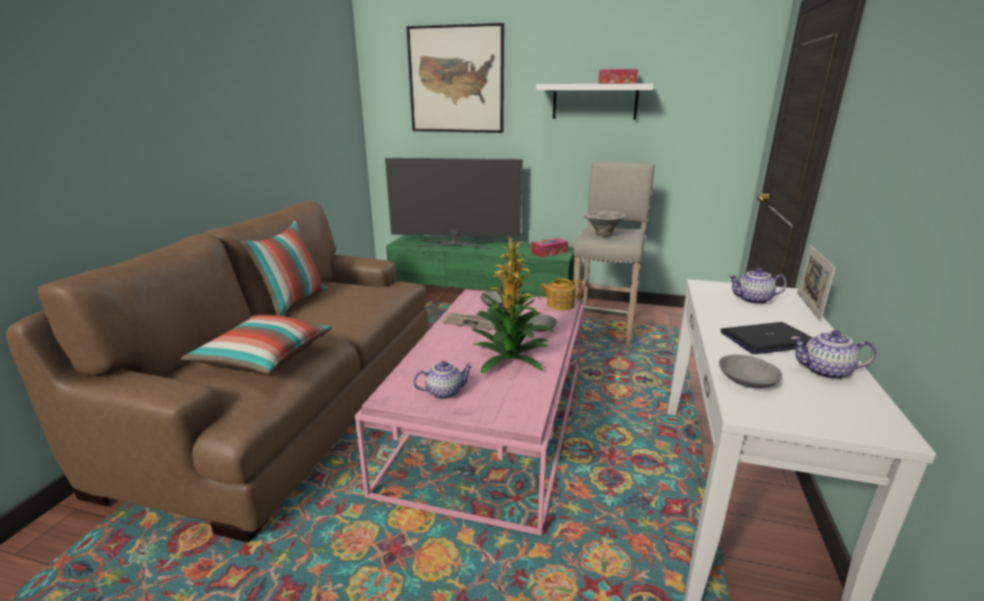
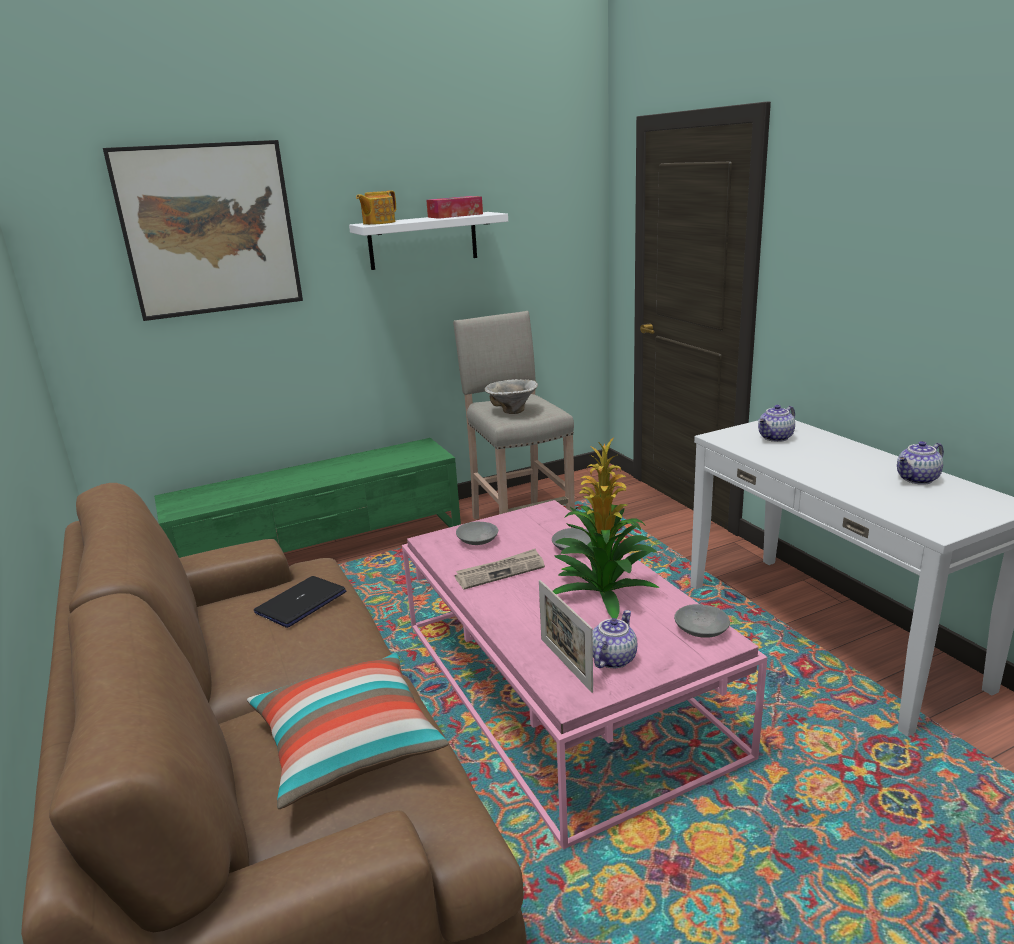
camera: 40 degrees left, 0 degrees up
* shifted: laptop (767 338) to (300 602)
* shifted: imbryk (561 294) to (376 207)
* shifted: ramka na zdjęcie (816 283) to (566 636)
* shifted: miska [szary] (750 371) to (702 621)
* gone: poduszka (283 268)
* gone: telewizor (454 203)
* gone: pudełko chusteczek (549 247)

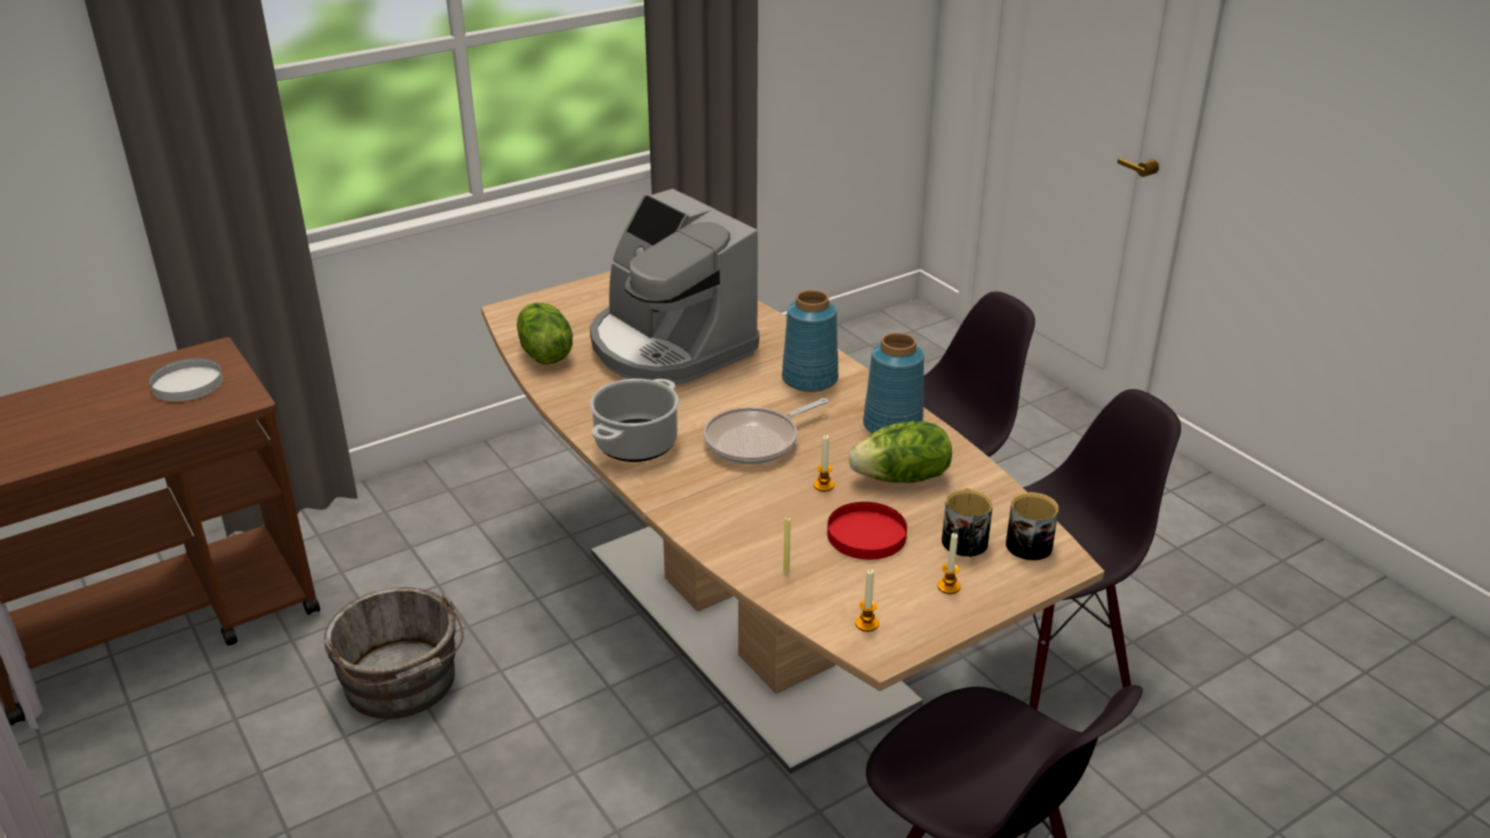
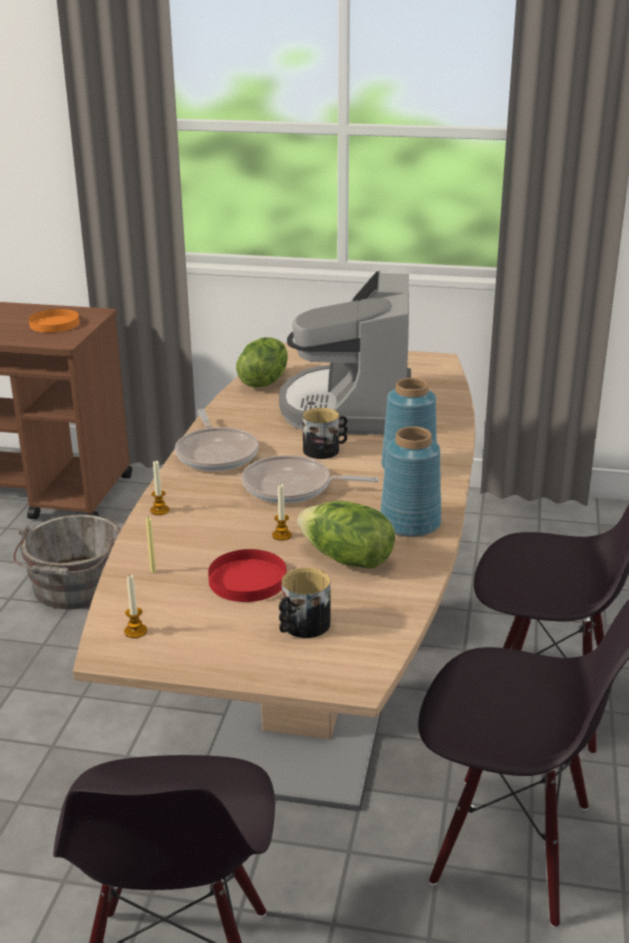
camera: 45 degrees right, 5 degrees down
* repainted: talerz [biały] (186 380) to talerz [pomarańczowy] (54 321)
* shifted: świeca (949 563) to (159 488)
* swapped: garnek (634 420) to patelnia (217 440)
* shifted: kubek (1032 526) to (325 433)

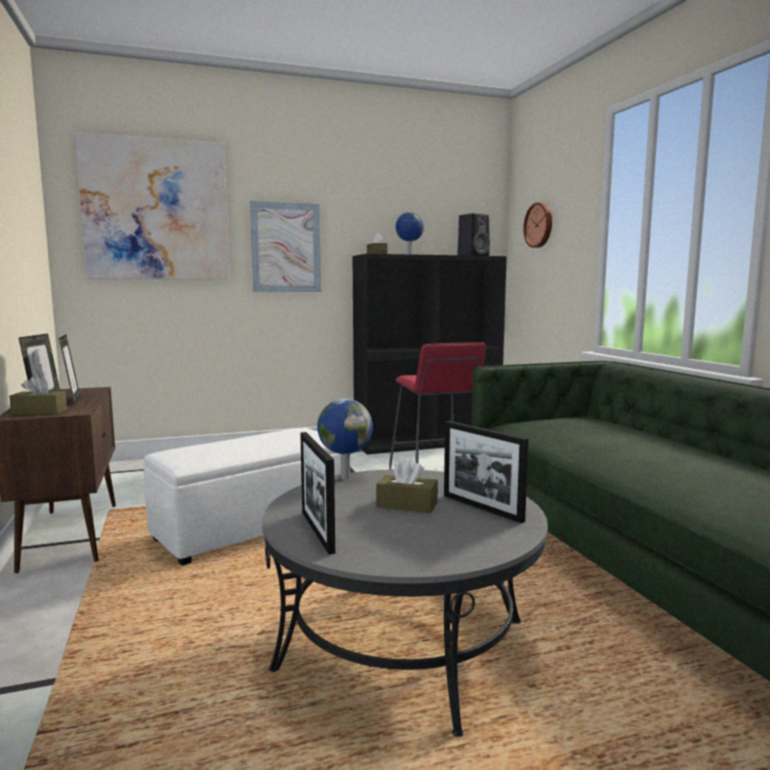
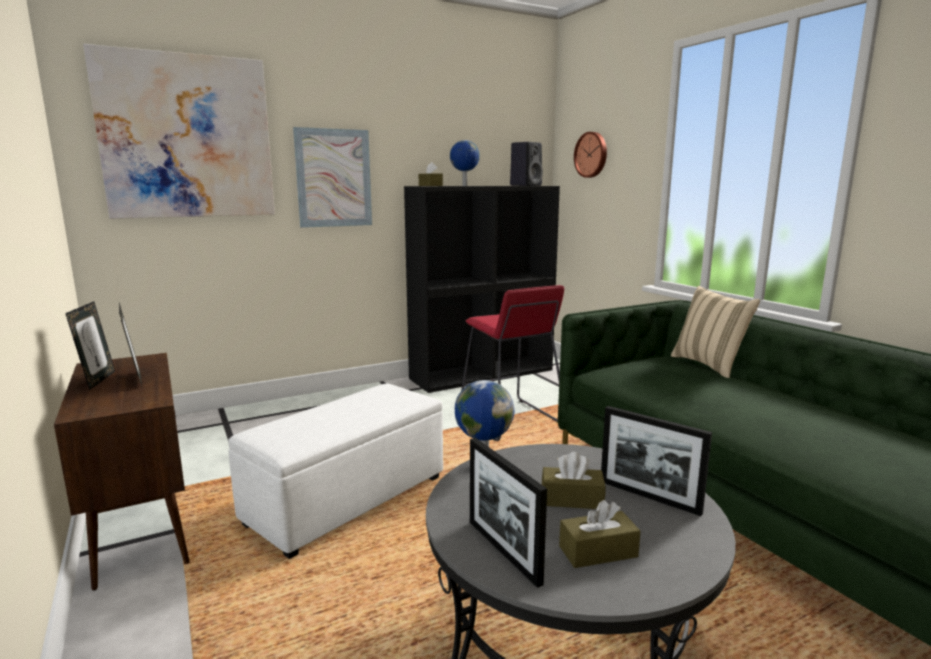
camera: 10 degrees left, 5 degrees up
* shifted: pudełko chusteczek [brązowy] (38 395) to (600 534)
* new: poduszka [beżowy] (715 332)

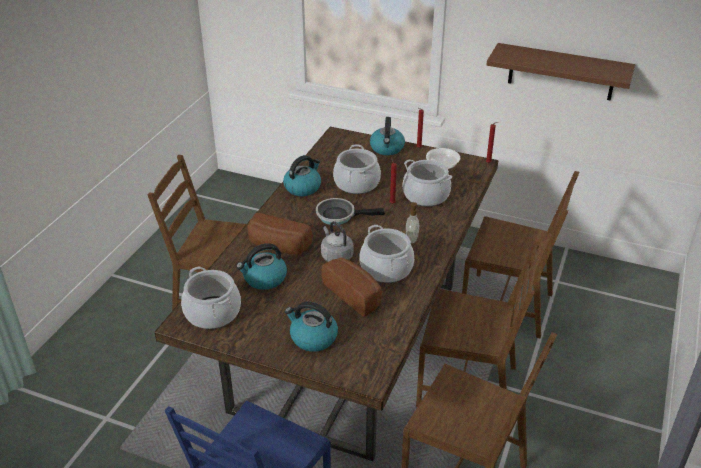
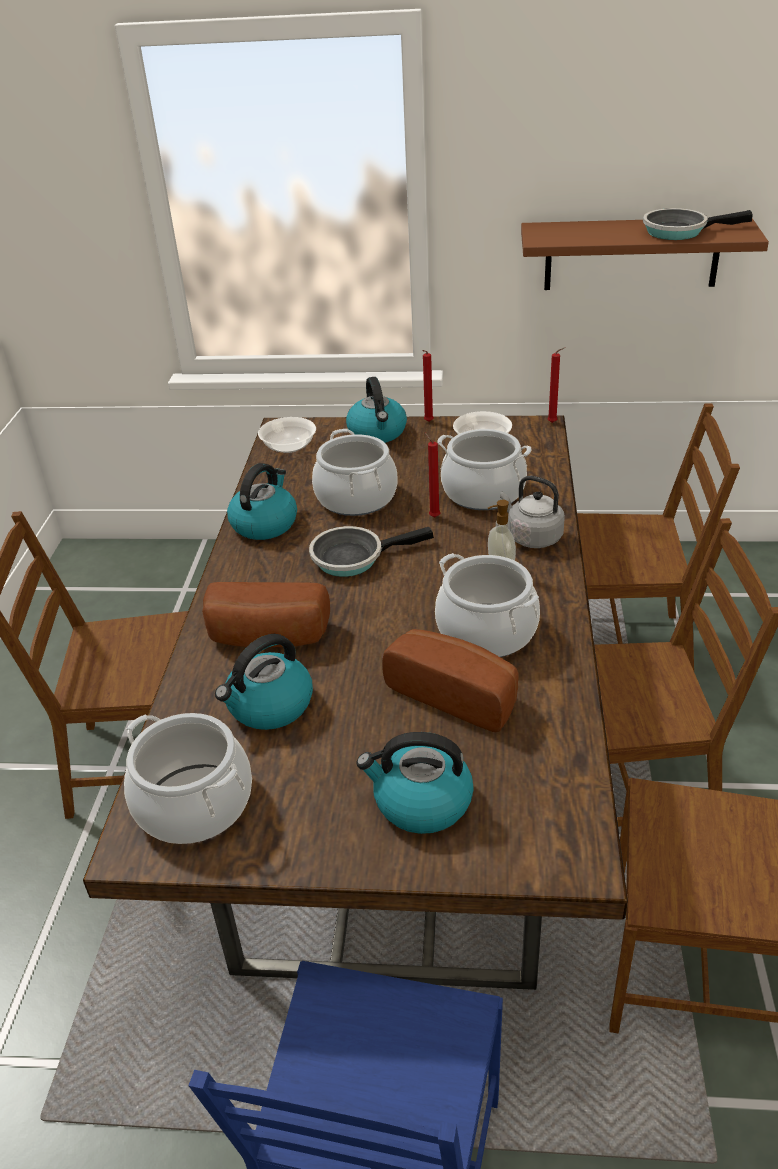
camera: 15 degrees left, 0 degrees up
* new: miska (287 435)
* shifted: czajnik [szary] (337 241) to (532 512)
* new: patelnia (698 224)

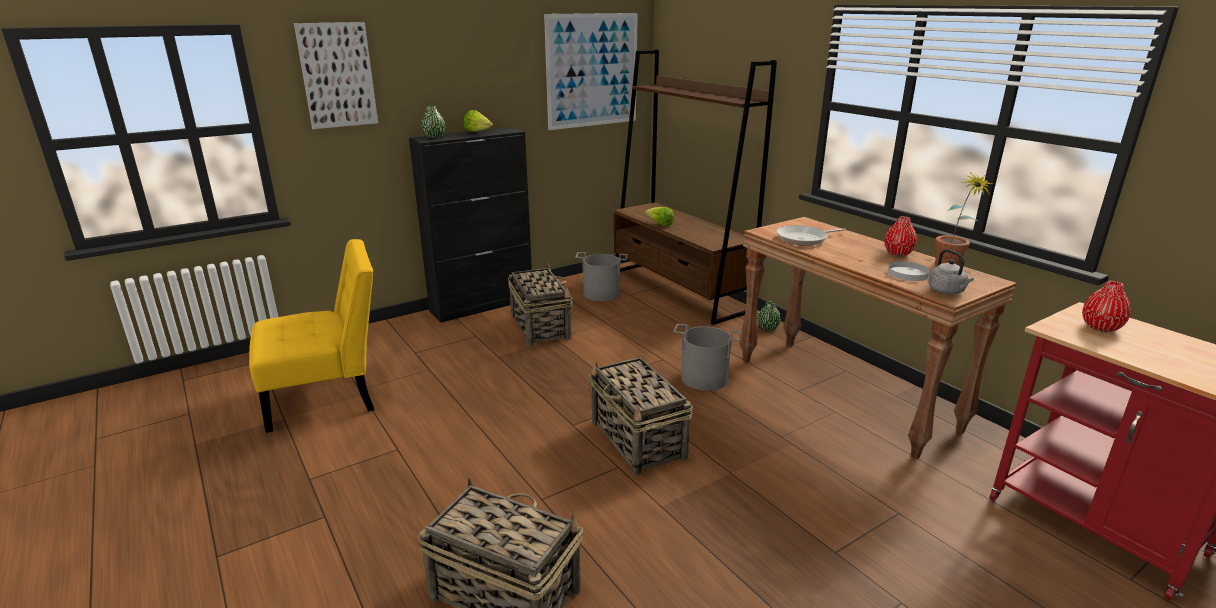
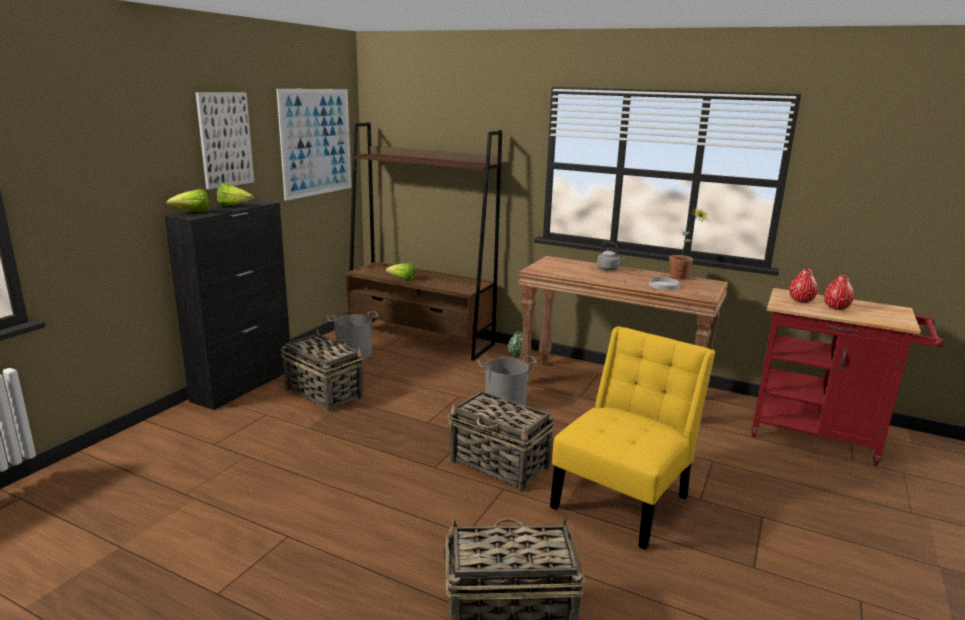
camera: 30 degrees left, 5 degrees down
* swapped: wazon [zielony] (433 122) to sałata (188 201)
* shifted: obraz (336 75) to (225 141)
* shifted: krzesło [żółty] (311 336) to (632 438)
* shifted: czajnik [szary] (951 271) to (611 256)
* shifted: wazon [czerwony] (900 236) to (839 292)
* gone: patelnia (811 235)

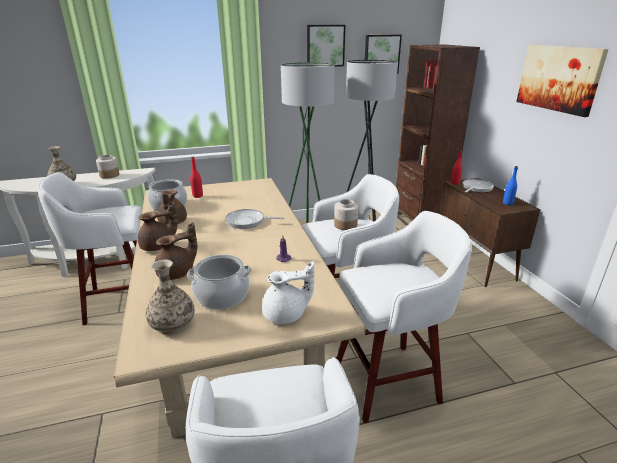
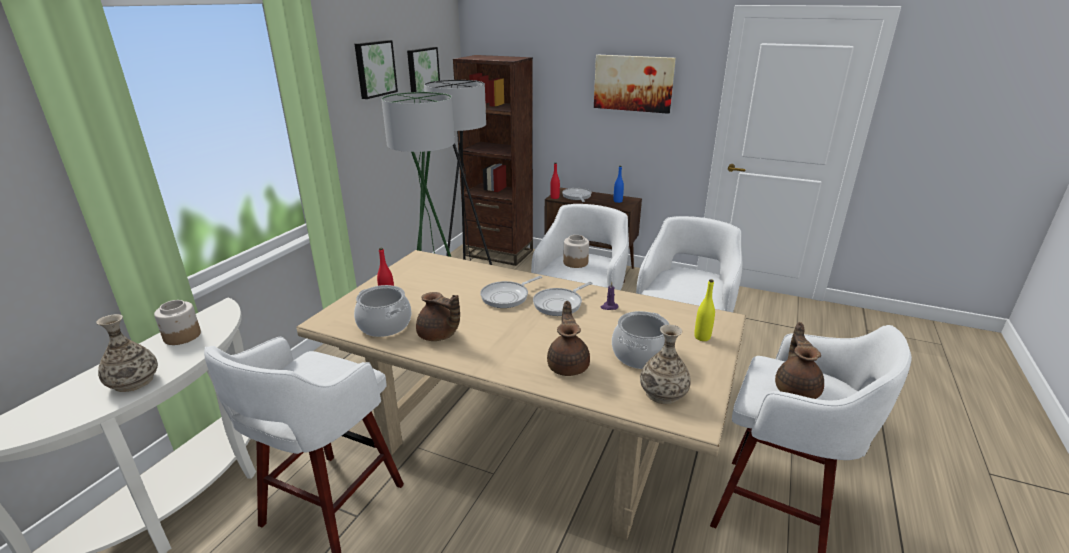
camera: 50 degrees left, 0 degrees up
* new: patelnia (562 299)
* swapped: imbryk [biały] (288 292) to butelka [żółty] (704 310)
* shifted: imbryk [brązowy] (158 226) to (799 360)

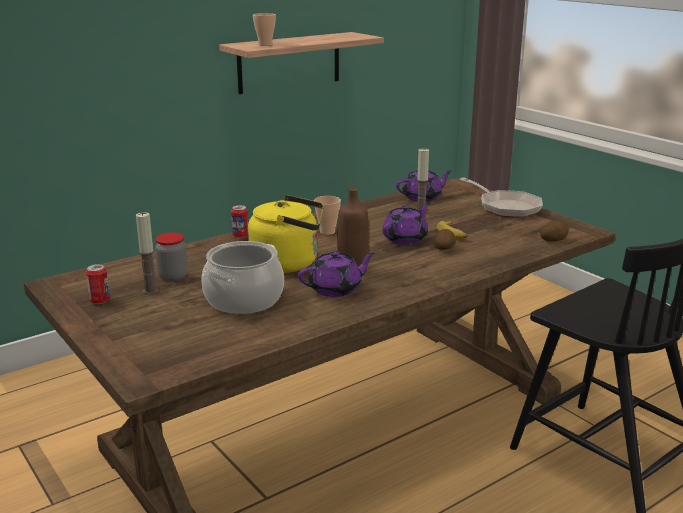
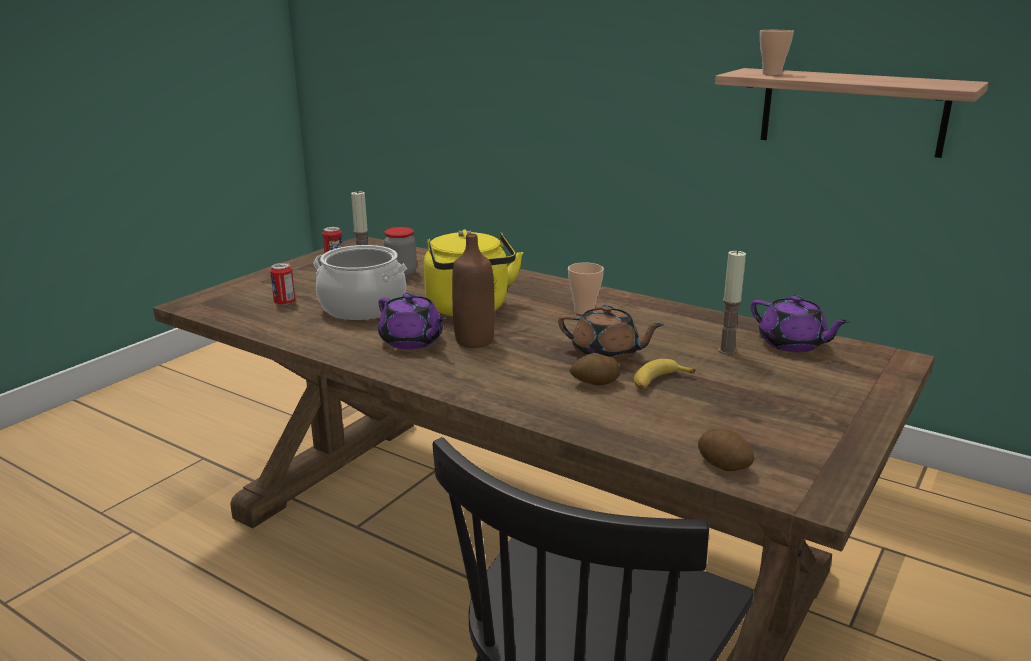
camera: 70 degrees right, 0 degrees up
* shifted: puszka (239 221) to (282 284)
* repainted: imbryk [fioletowy] (405 224) to imbryk [brązowy] (611 334)
* gone: patelnia (501 197)

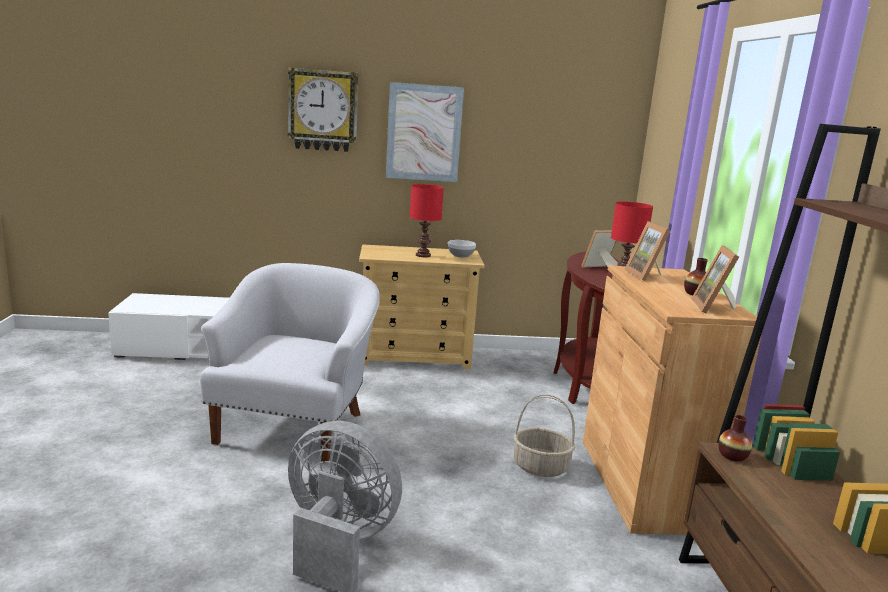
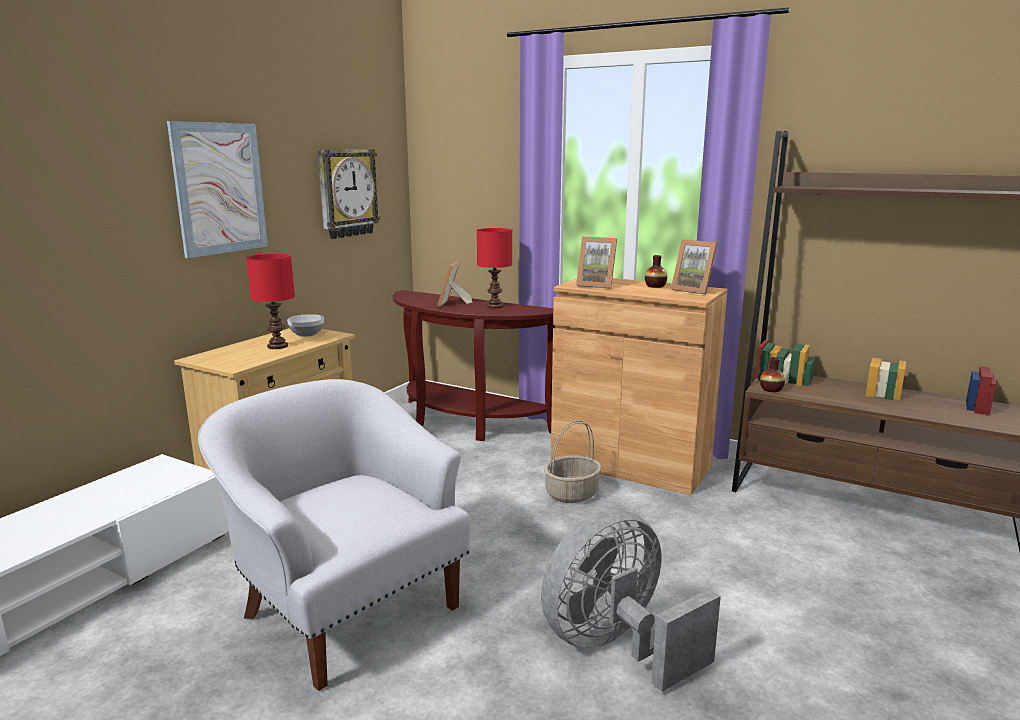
camera: 55 degrees left, 0 degrees up
* shifted: zegar ścienny (323 110) to (349 194)

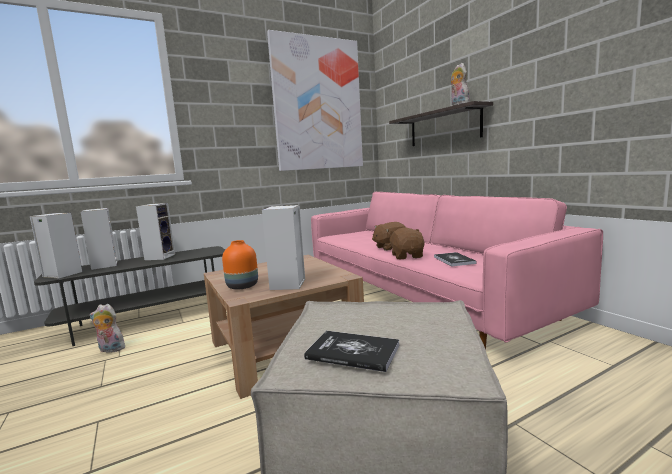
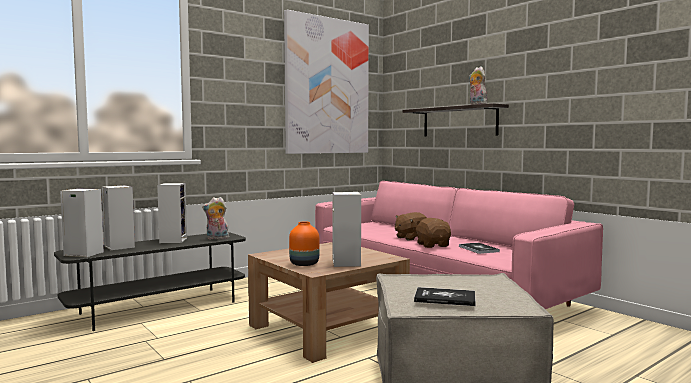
camera: 10 degrees left, 5 degrees down
* shifted: pluszak (107 328) to (215 218)

